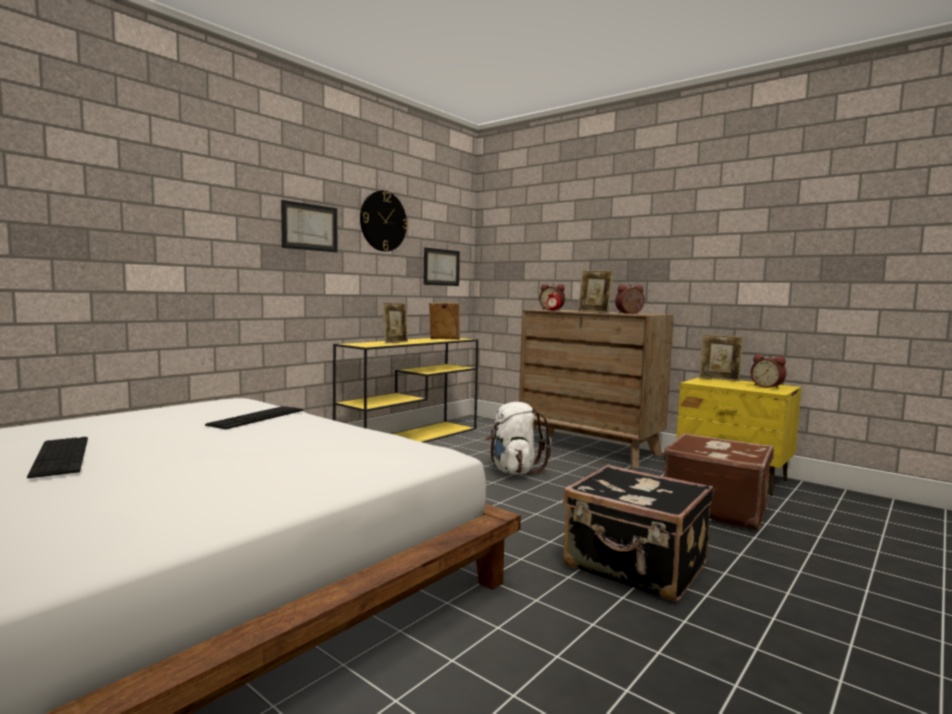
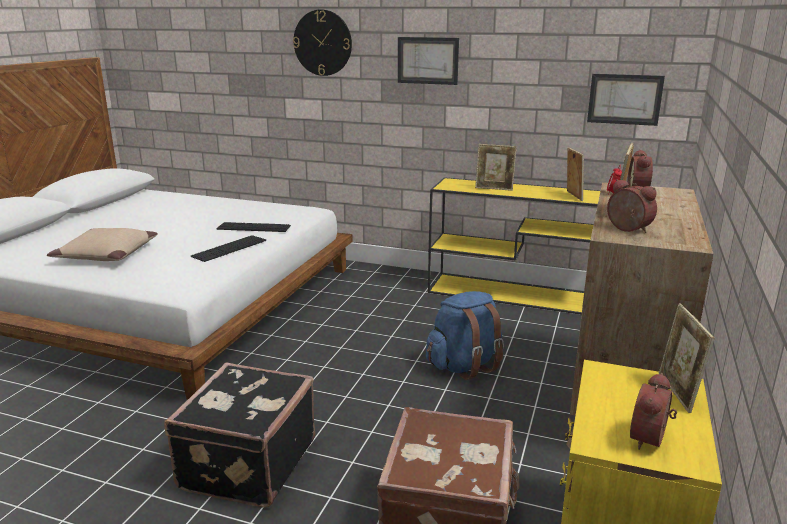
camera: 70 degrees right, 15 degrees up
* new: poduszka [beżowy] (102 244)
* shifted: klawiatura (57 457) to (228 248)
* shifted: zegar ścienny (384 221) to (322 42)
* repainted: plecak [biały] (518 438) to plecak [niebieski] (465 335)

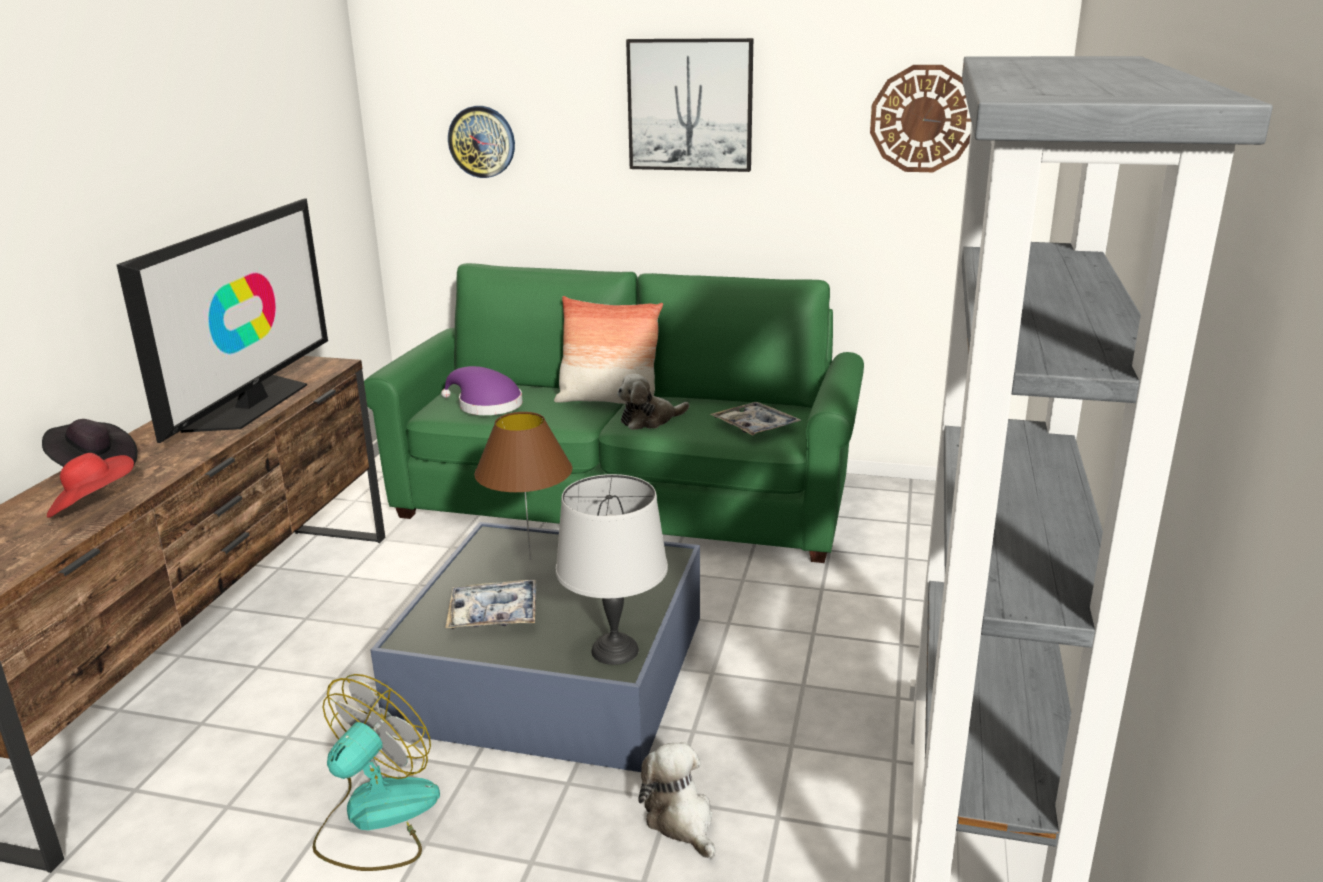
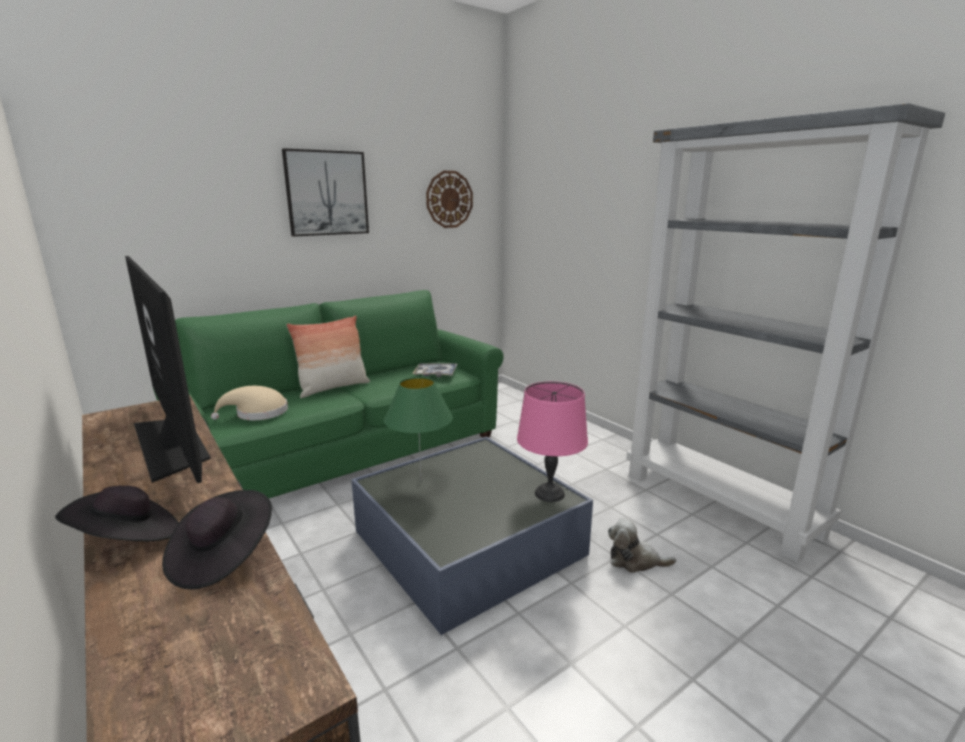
camera: 50 degrees left, 5 degrees down
* repainted: kapelusz [czerwony] (90 485) to kapelusz [czarny] (217 539)
* repainted: kapelusz [fioletowy] (481 390) to kapelusz [beżowy] (249 403)
* repainted: lampa stołowa [brązowy] (523 486) to lampa stołowa [zielony] (418 429)
* repainted: lampa stołowa [szary] (612 569) to lampa stołowa [różowy] (552 441)
* gone: wentylator (376 772)
* gone: taca (491 604)
* gone: zegar ścienny (481 142)
* gone: pluszak (653 402)

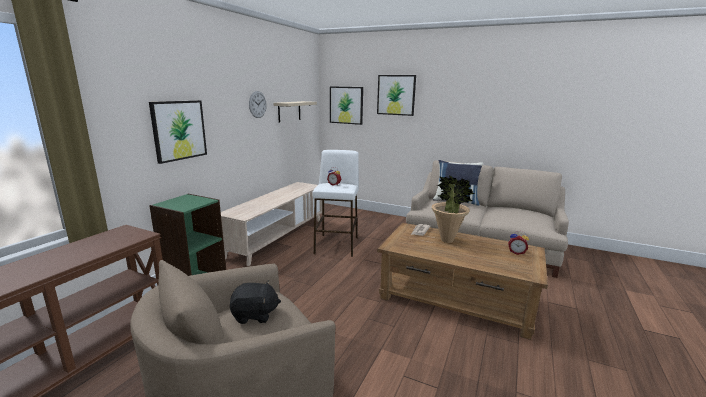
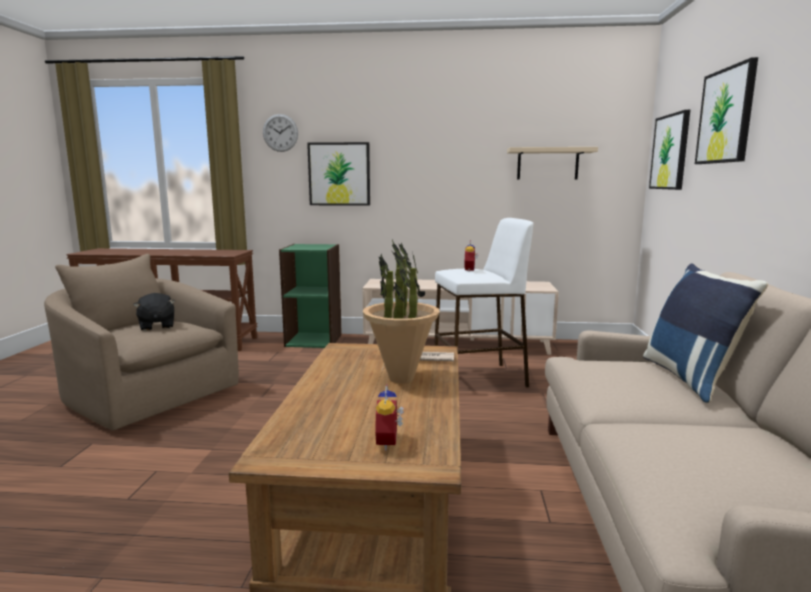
camera: 70 degrees right, 5 degrees down
* shifted: zegar ścienny (258 104) to (280 133)

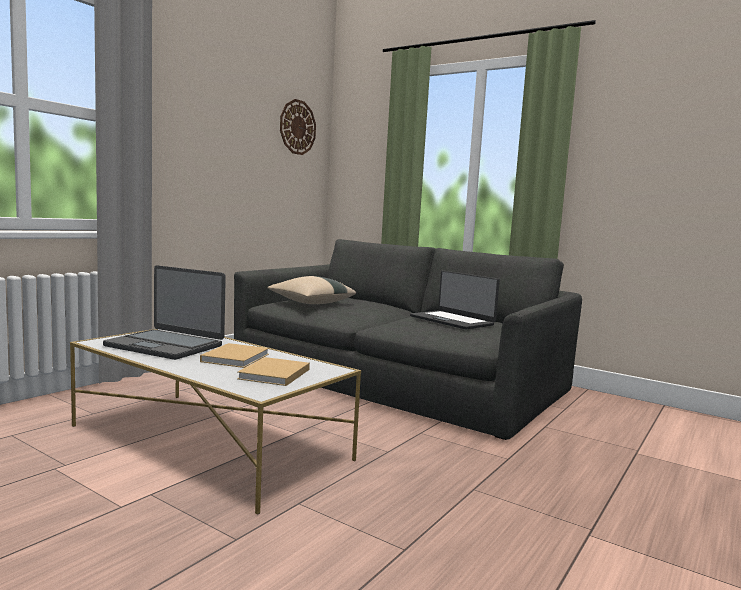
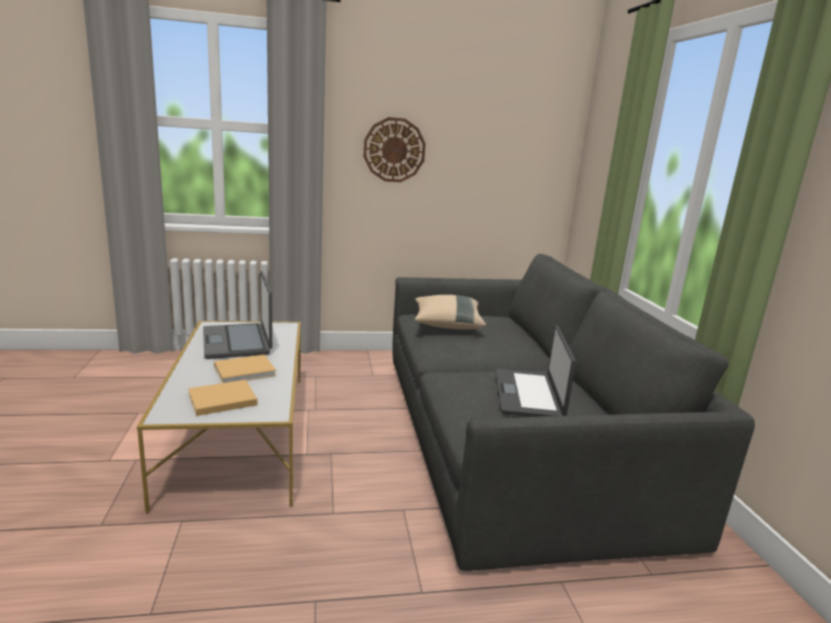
camera: 45 degrees right, 10 degrees up
* shifted: zegar ścienny (298 127) to (395 149)

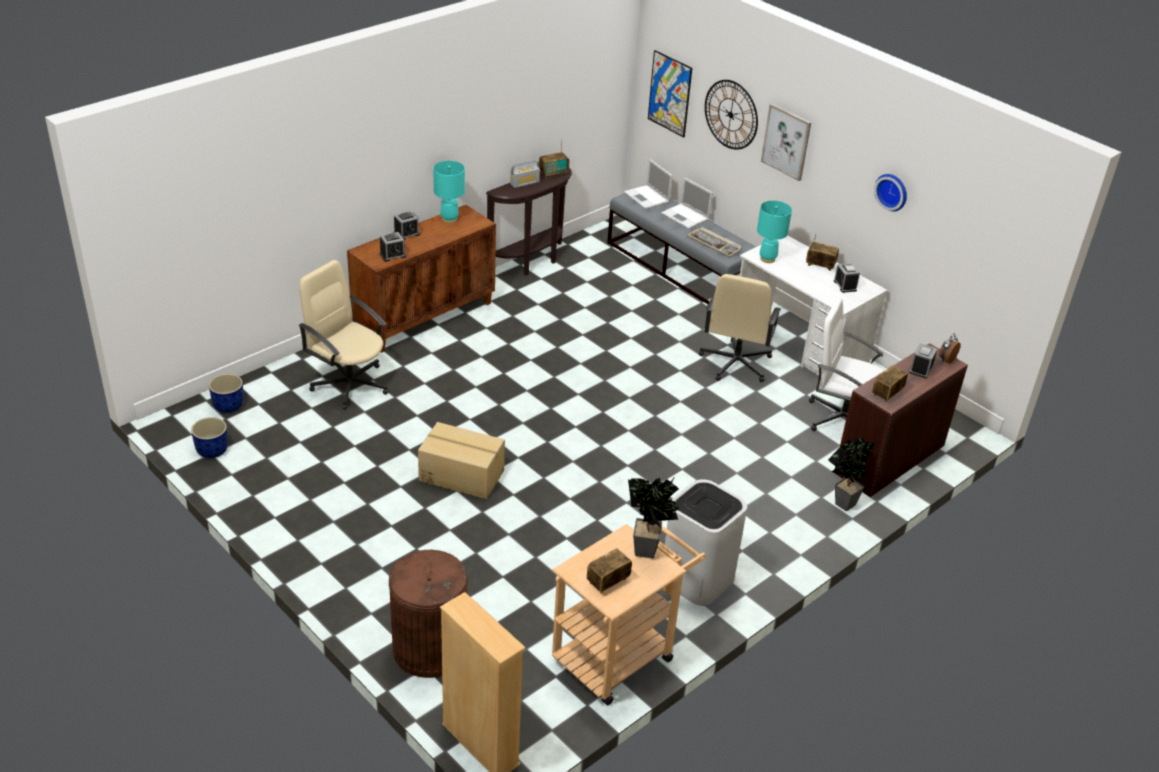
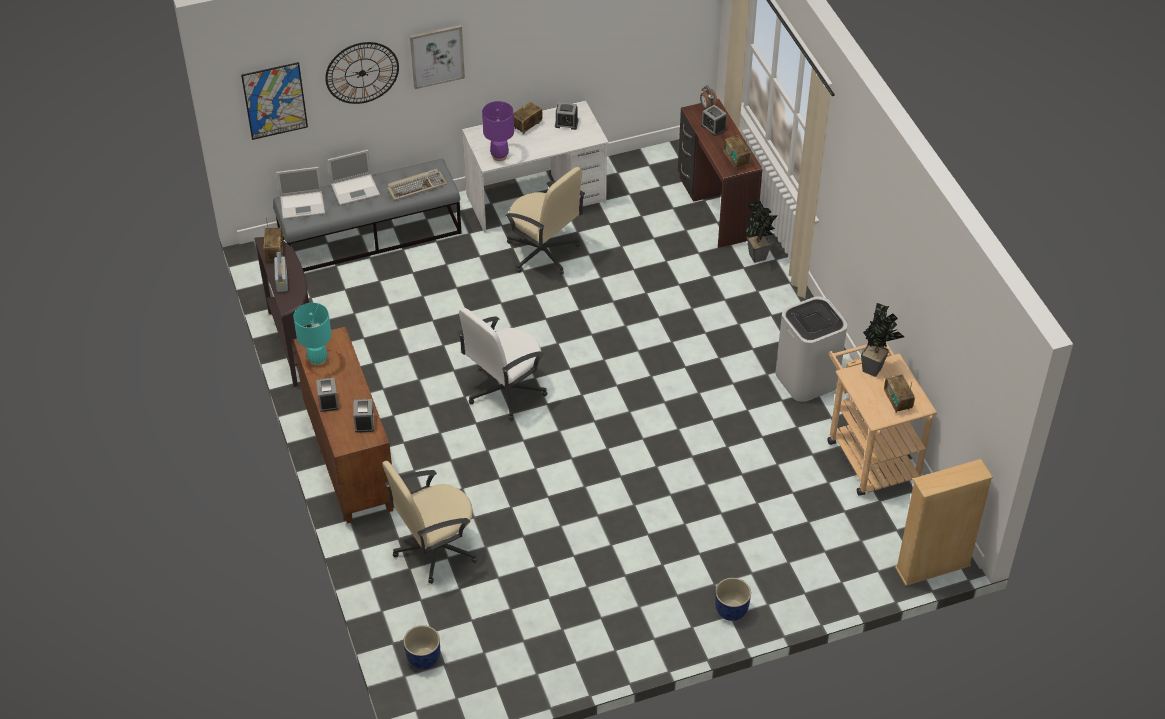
camera: 65 degrees left, 10 degrees up
* shifted: krzesło biurowe [biały] (846 364) to (503 364)
* repainted: lampa stołowa [turkusowy] (774 232) to lampa stołowa [fioletowy] (498 131)
* shifted: donica [niebieski] (209 437) to (733 599)
* gone: kosz na śmieci [brązowy] (428 614)
* gone: karton (461 460)
* gone: zegar ścienny (890 192)

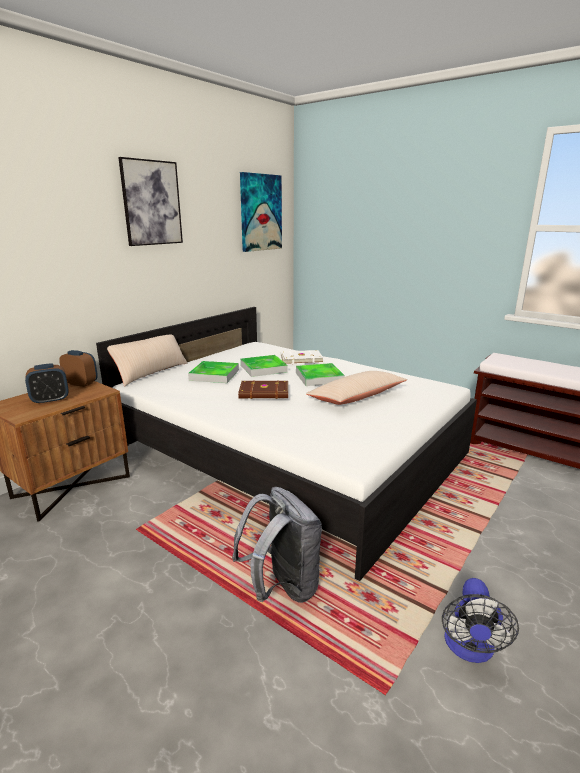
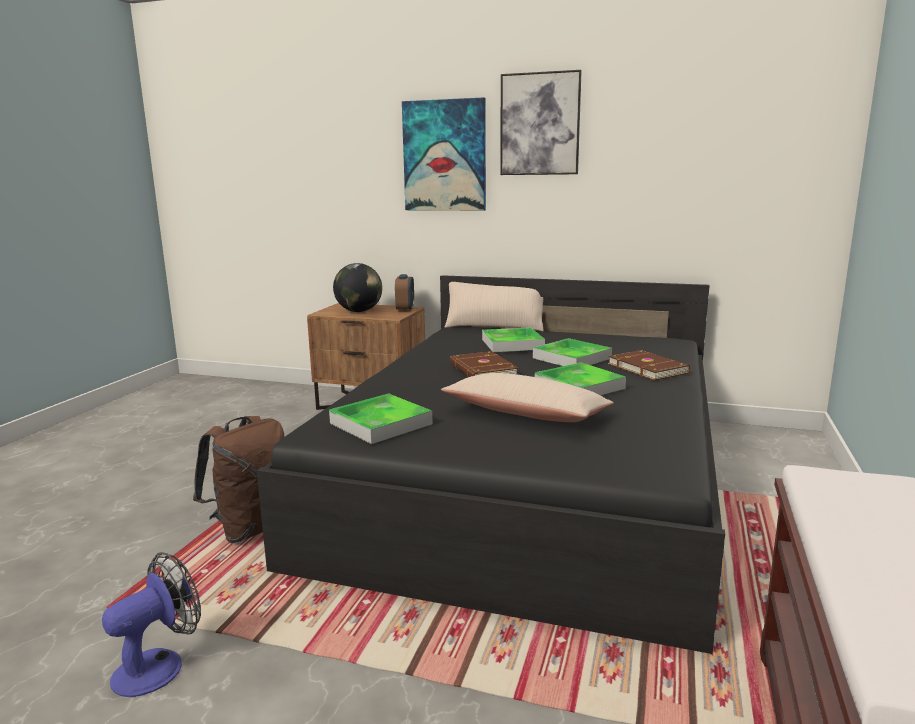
camera: 70 degrees right, 5 degrees down
* rotated: wentylator (480 620) = (151 624) 135 degrees clockwise
* repainted: plecak [szary] (277 545) to plecak [brązowy] (238 479)
* repainted: łóżko [biały] (286 444) to łóżko [czarny] (491 464)
* new: taca (381 418)
* swapped: budzik (47 384) to globus (357 287)
* shifted: obraz (261 212) to (444 154)
* repainted: książka [biały] (301 357) to książka [brązowy] (649 365)

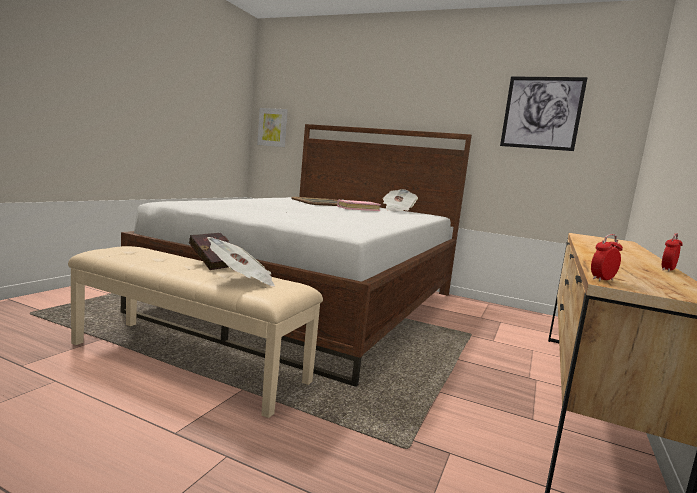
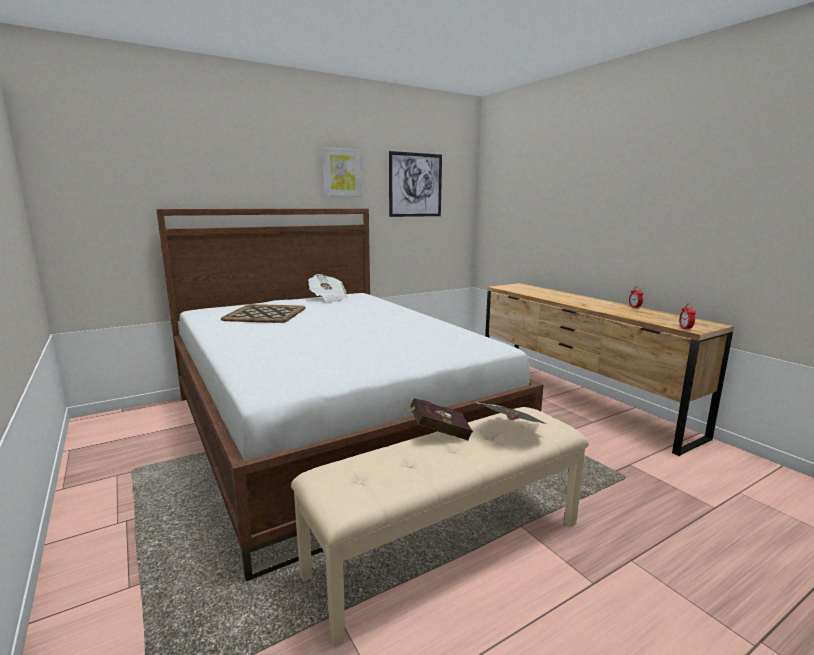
camera: 55 degrees left, 5 degrees up
* shifted: obraz (272 127) to (342 172)
* gone: książka [różowy] (359 205)

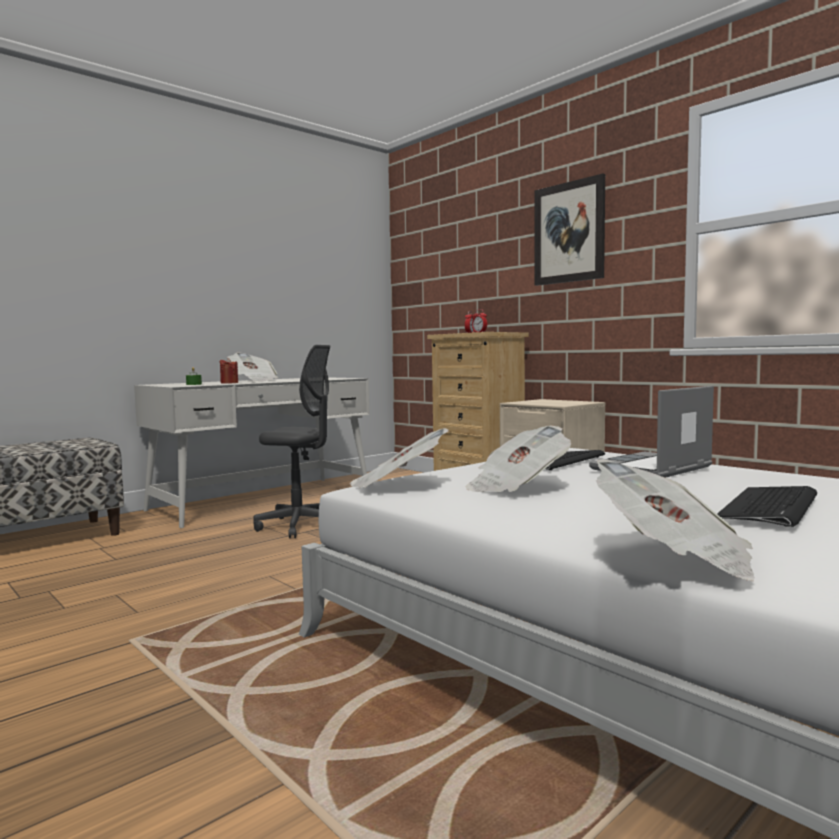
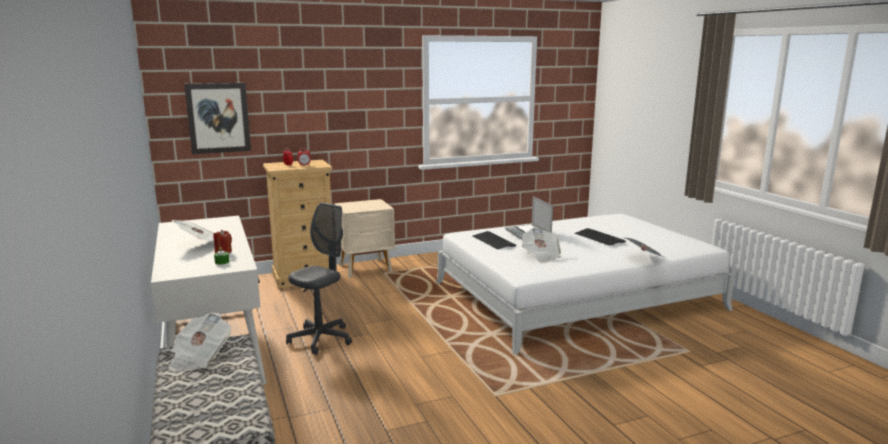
camera: 70 degrees left, 10 degrees up
* shifted: gazeta (399 458) to (199 342)
* shifted: obraz (569 229) to (217 118)

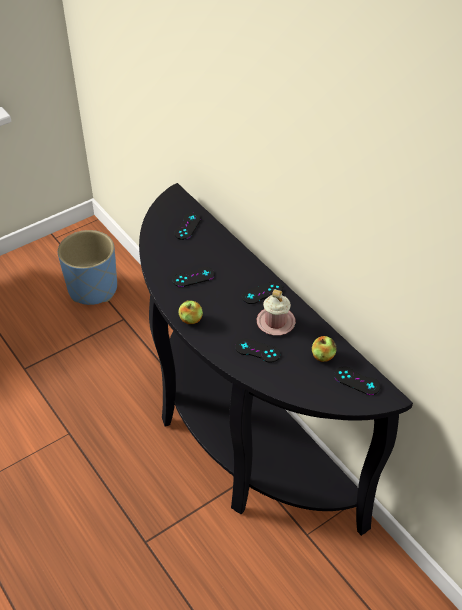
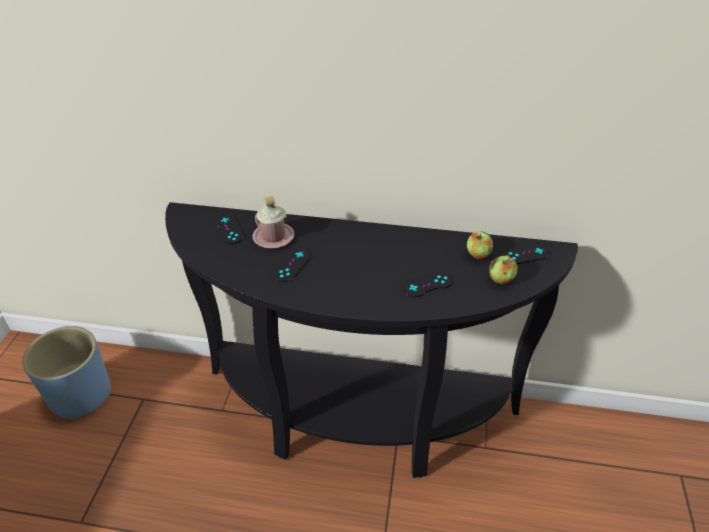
camera: 45 degrees left, 5 degrees down
* shifted: kubek [różowy] (276 312) to (273 222)
* shifted: jabłko (190 312) to (503 270)
* gone: pad do gier [czarny] (262 293)

